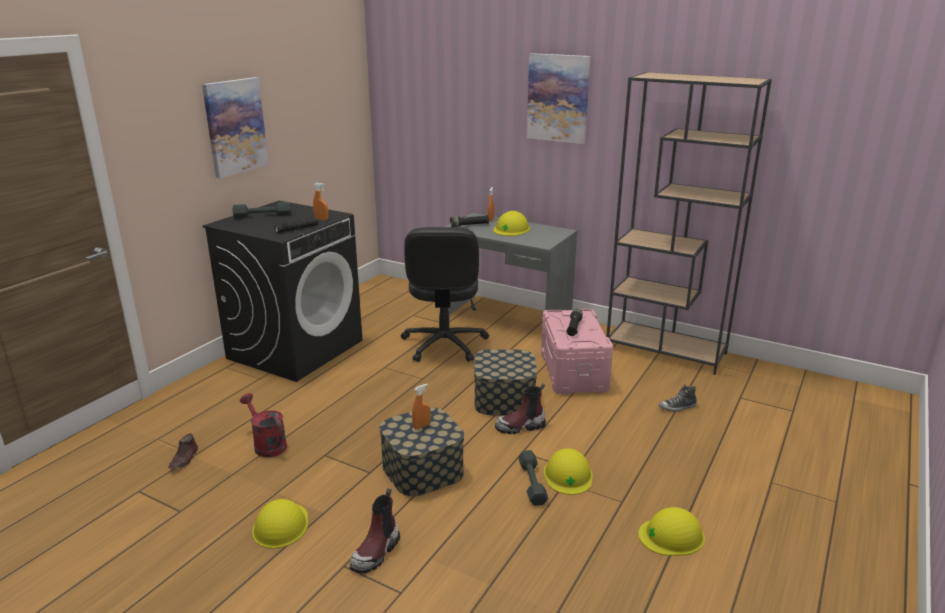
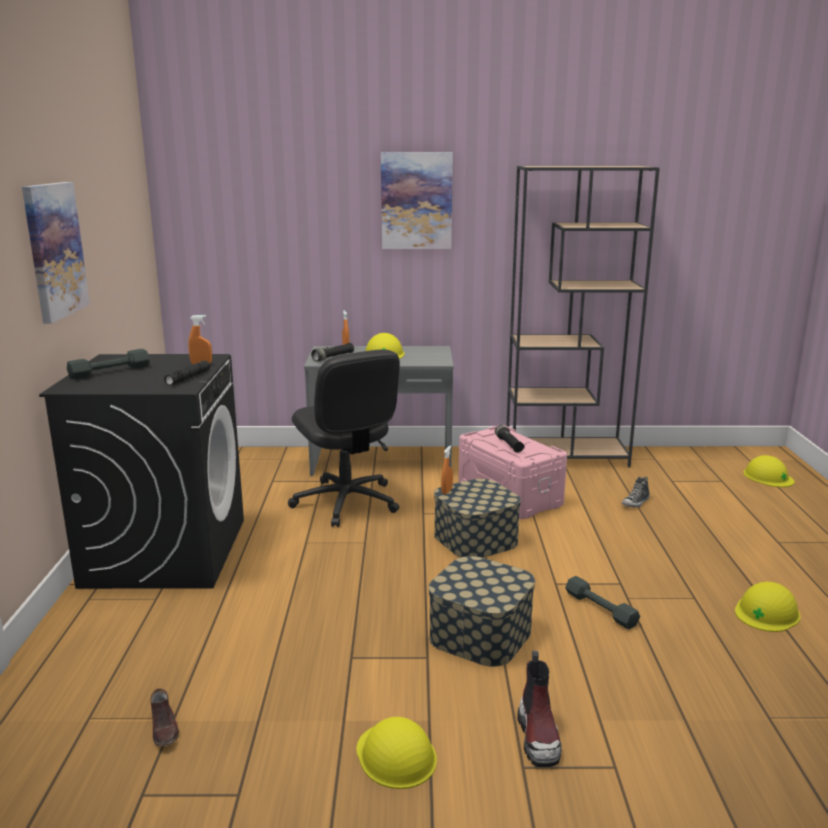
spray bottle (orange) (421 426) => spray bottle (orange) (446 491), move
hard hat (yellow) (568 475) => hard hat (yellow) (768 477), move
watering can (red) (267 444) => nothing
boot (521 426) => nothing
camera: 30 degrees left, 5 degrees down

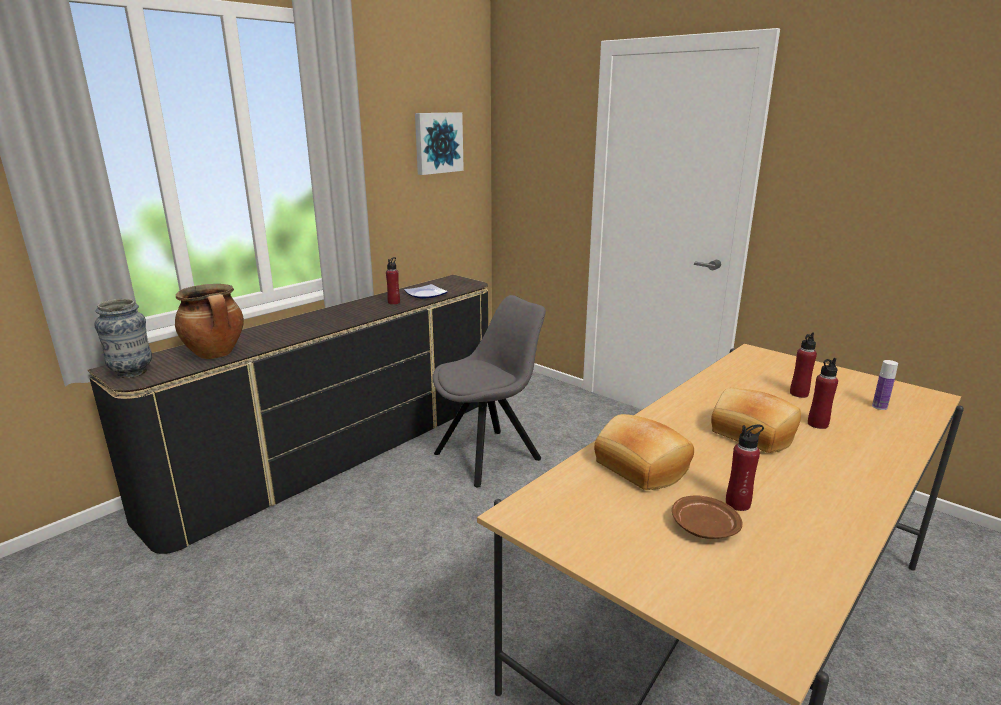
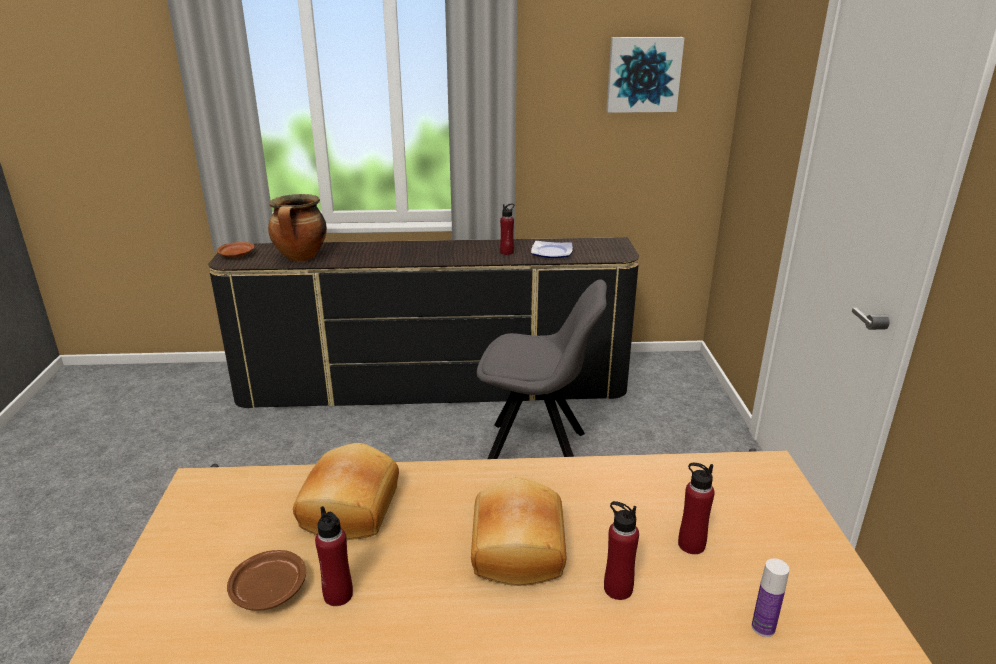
vase (132 373) => plate (brown) (237 255)
camera: 45 degrees right, 5 degrees up

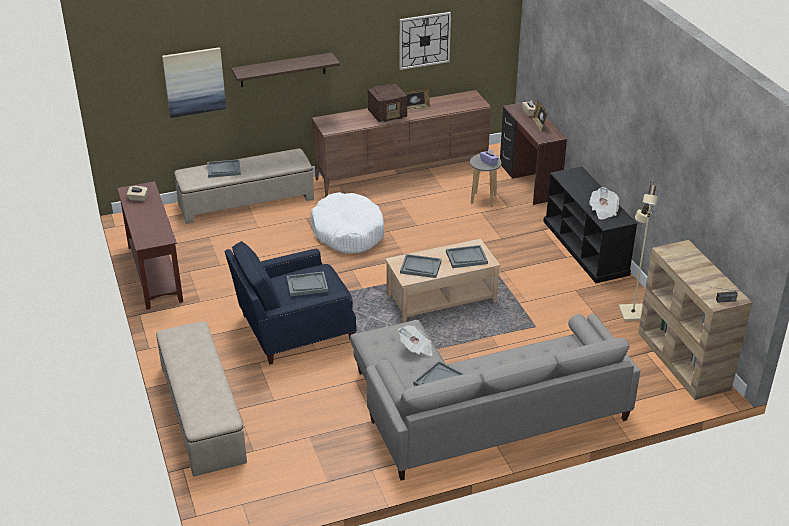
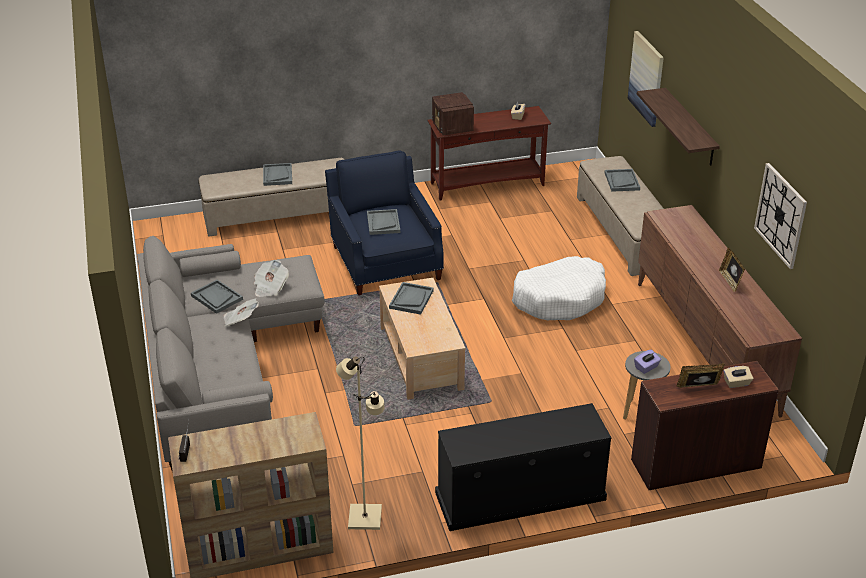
newspaper (603 211) => newspaper (240 320), move
tray (grey) (466 258) => tray (grey) (277 175), move
radio (388 115) => radio (452 128), move
camera: 95 degrees right, 0 degrees up

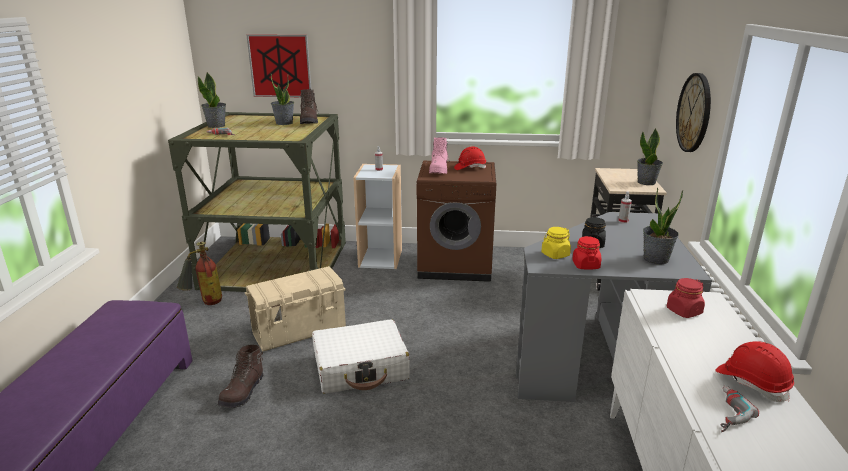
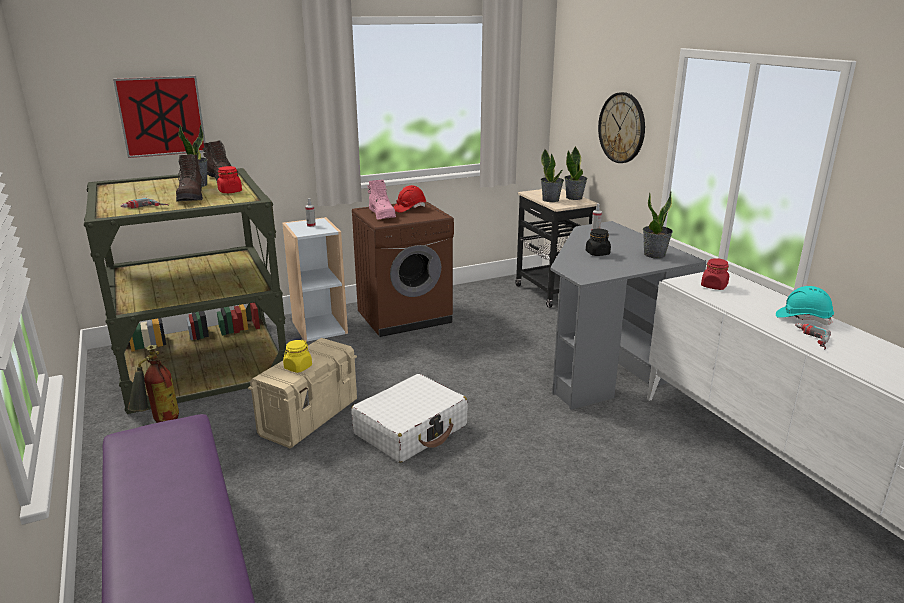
boot (brown) (243 392) => boot (brown) (191 197), move
jar (red) (585 265) => jar (red) (230 191), move
jar (yellow) (555 255) => jar (yellow) (298 367), move
potted plant (216 126) => potted plant (551 200), move
hard hat (red) (752 383) => hard hat (turquoise) (803 318)
camera: 30 degrees left, 0 degrees up

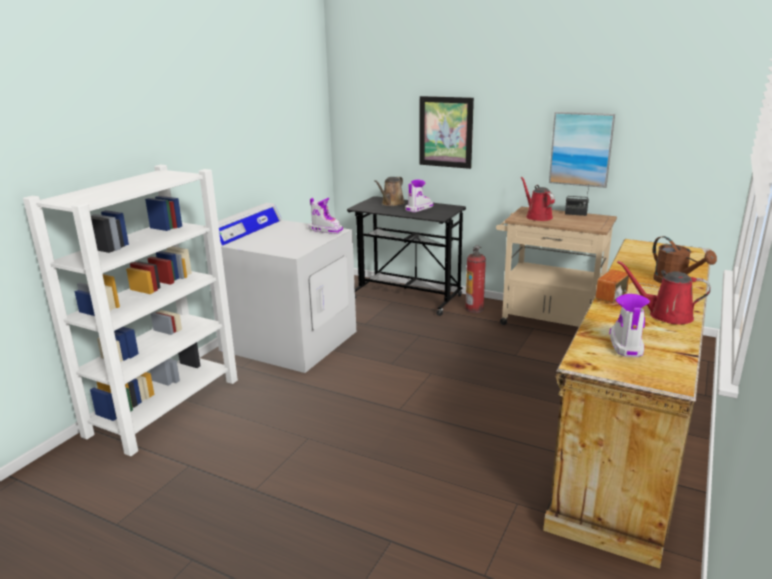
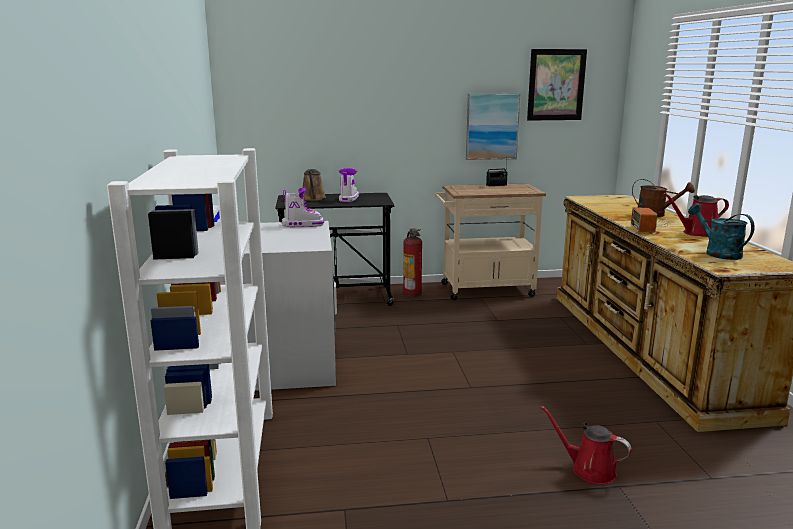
picture (445 132) => picture (556 85), move
watering can (red) (537 216) => watering can (red) (589 470), move
boot (625 344) => watering can (turquoise) (717 253)
camera: 35 degrees left, 5 degrees down

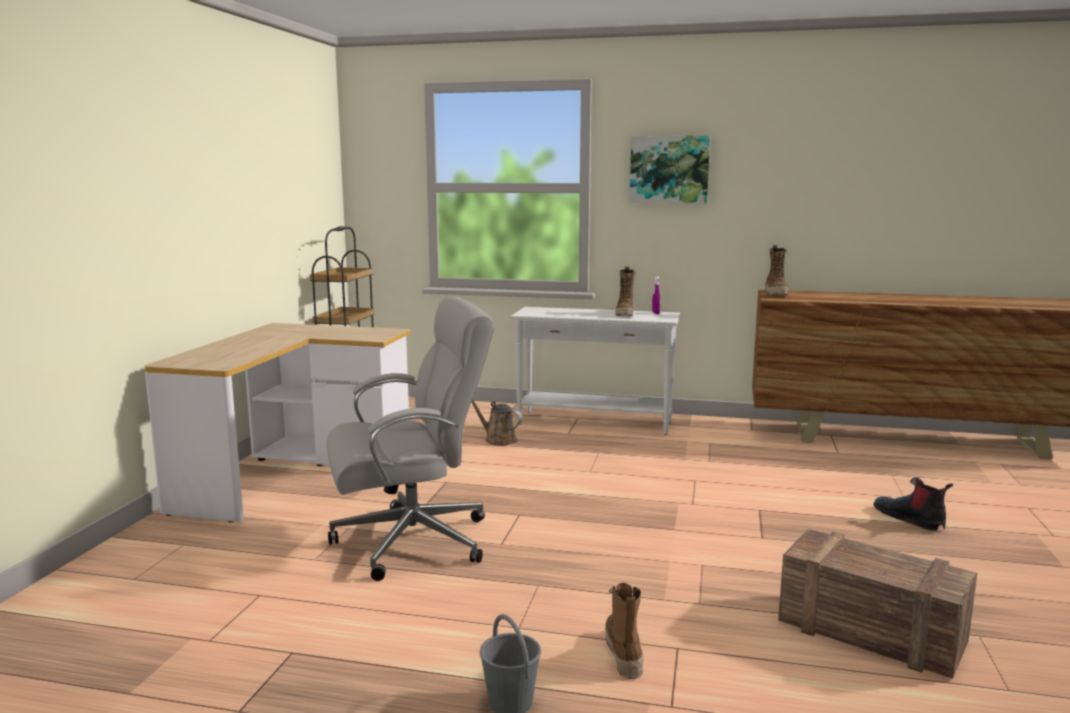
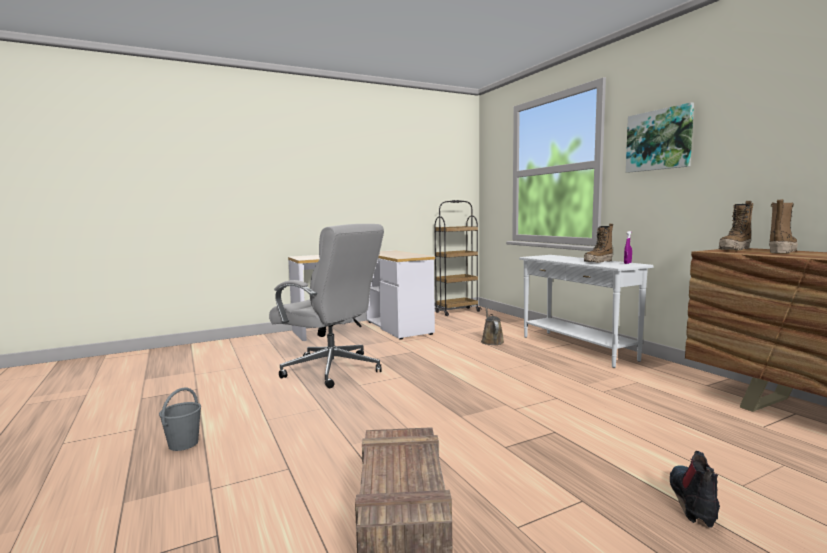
boot (623 653) => boot (781 251), move
camera: 50 degrees right, 5 degrees down

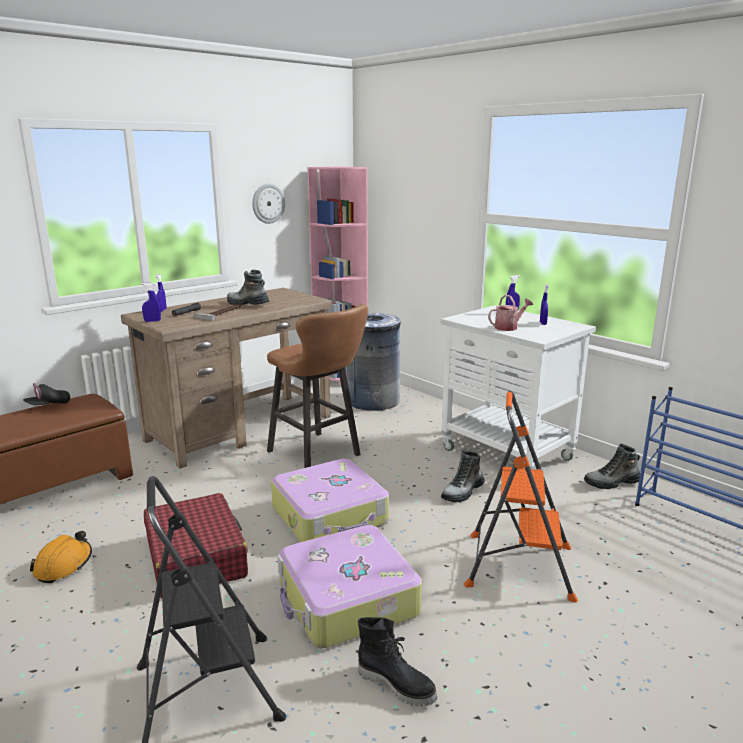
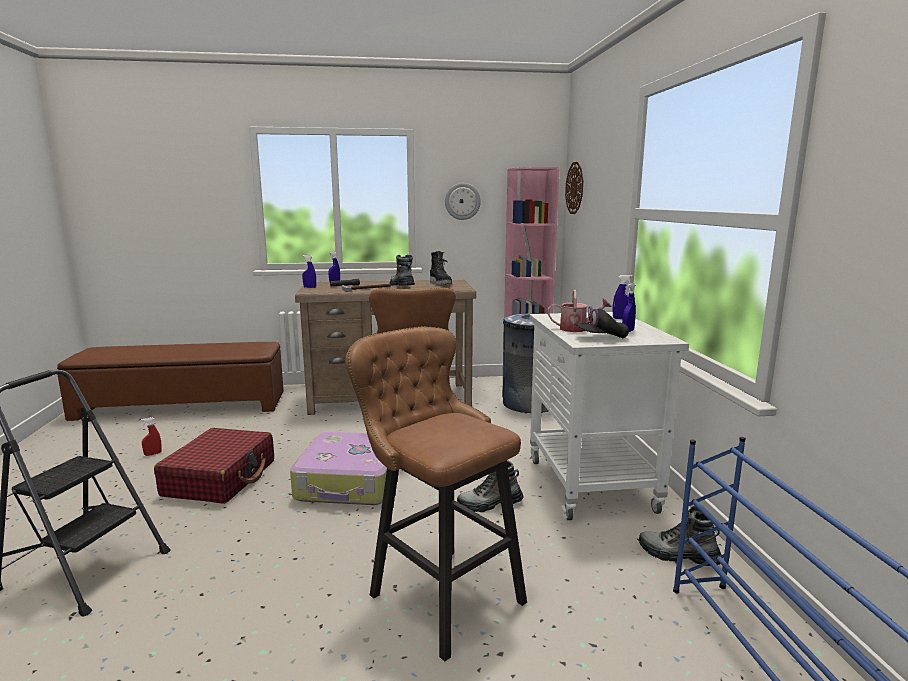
hard hat (orange) (64 565) => spray bottle (red) (153 454)
step ladder (orange) (515 564) => stool (brown) (435 589)
boot (black) (397 684) => boot (black) (441 284), move
nothing => wall clock (575 188)
cap (black) (48 405) => cap (black) (601 337), move
suitcase (347 600) => nothing
camera: 35 degrees right, 5 degrees down

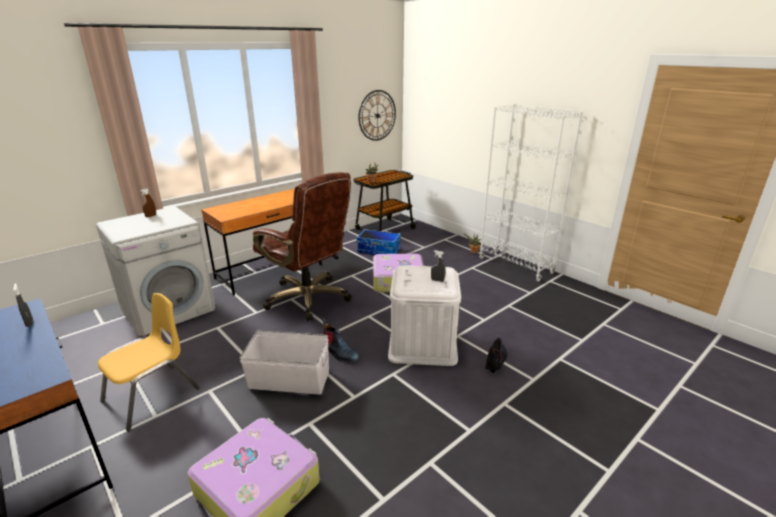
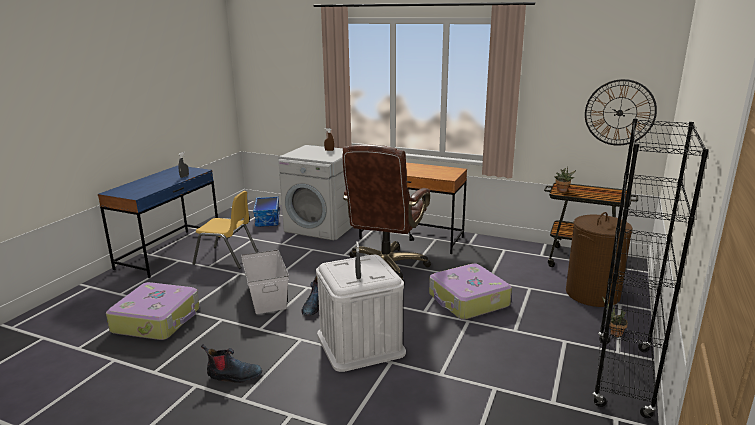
boot (495 360) => boot (233 376), move
storage box (379 250) => storage box (268 219), move
nothing => laundry basket (brown) (592 294)
bookcase (white) (515 265) => bookcase (black) (623 377)
camera: 65 degrees right, 5 degrees down

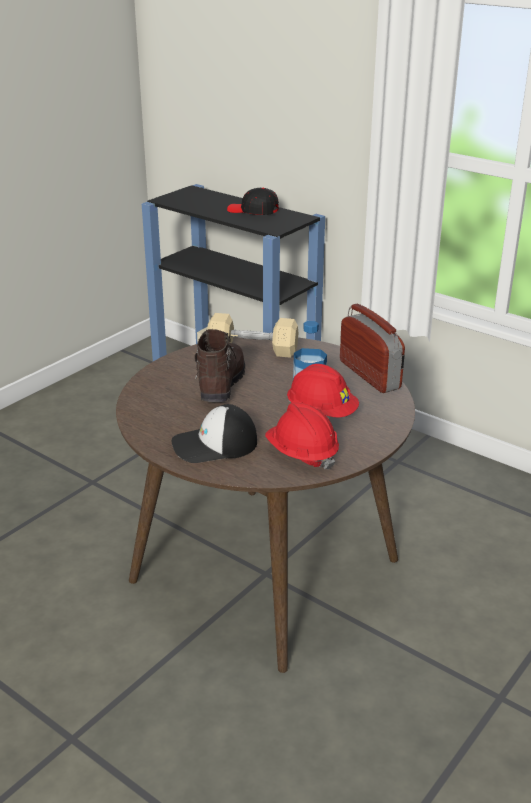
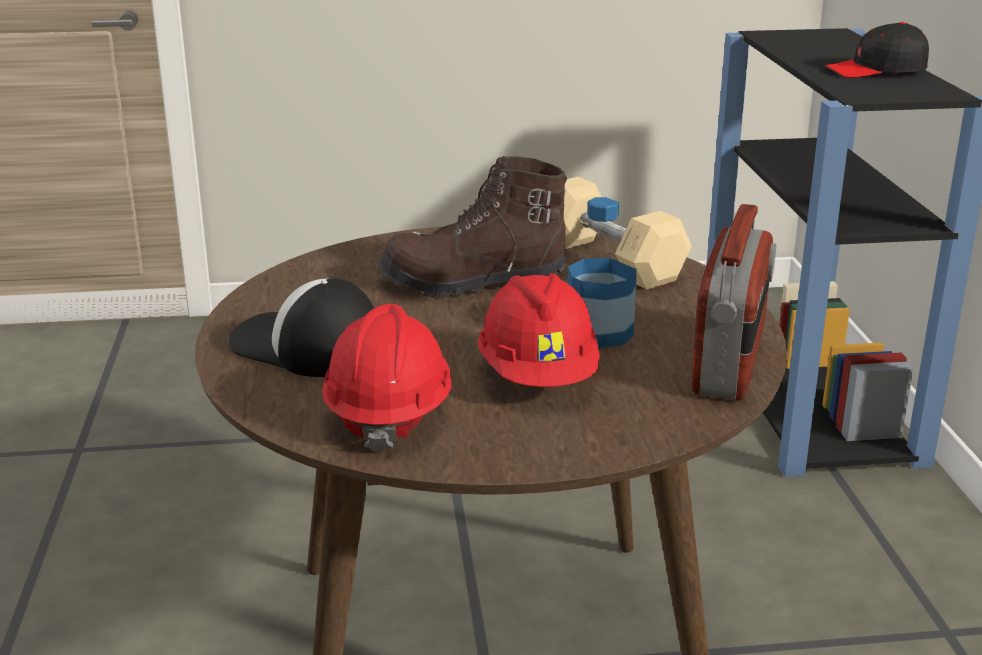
boot (brown) (220 384) => boot (brown) (473 282), 150 degrees counterclockwise
cap (black) (253 211) => cap (black) (877 70), 75 degrees counterclockwise
camera: 45 degrees right, 5 degrees down

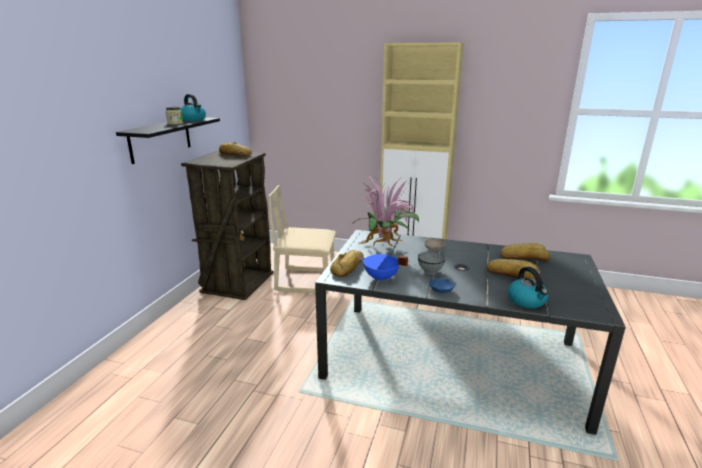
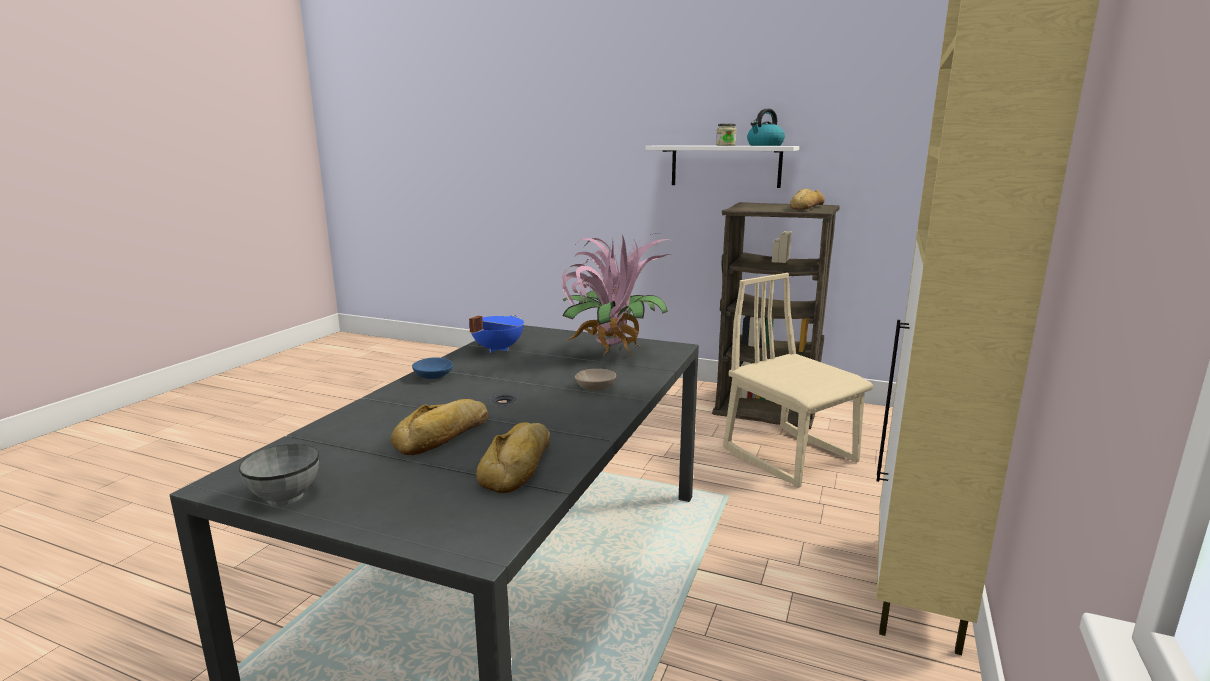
bowl (grey) (430 271) => bowl (grey) (285 497), move
shelf (black) (160 139) => shelf (white) (725 166)
chair (beige) (306 280) => chair (beige) (790 455), 45 degrees counterclockwise
bread (349 267) => nothing
kettle (527 301) => nothing
camera: 95 degrees right, 5 degrees down

